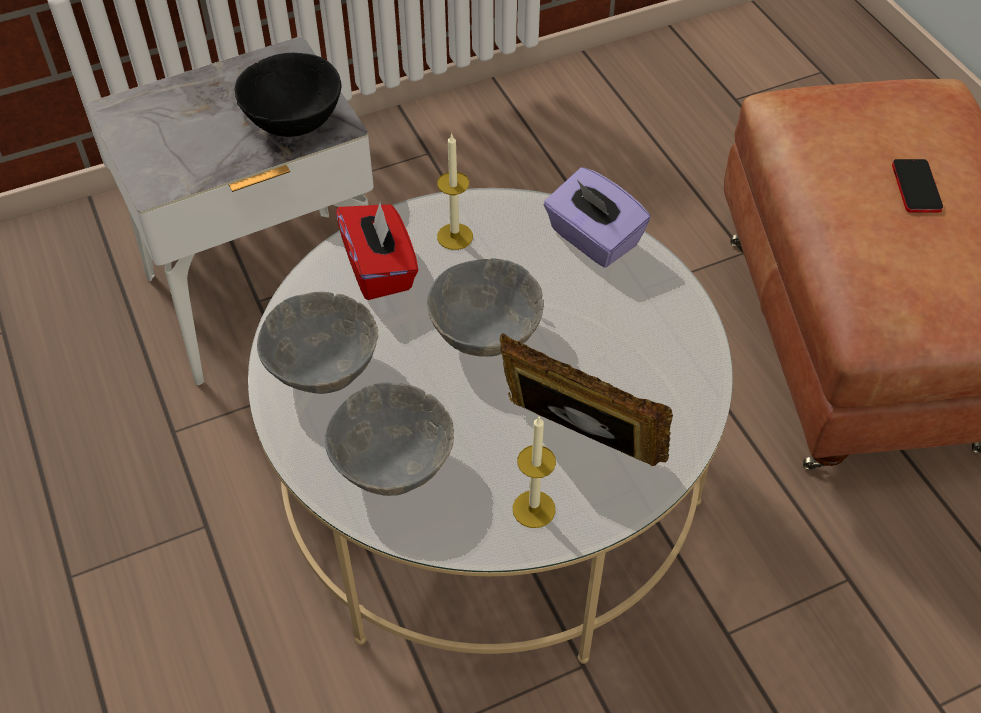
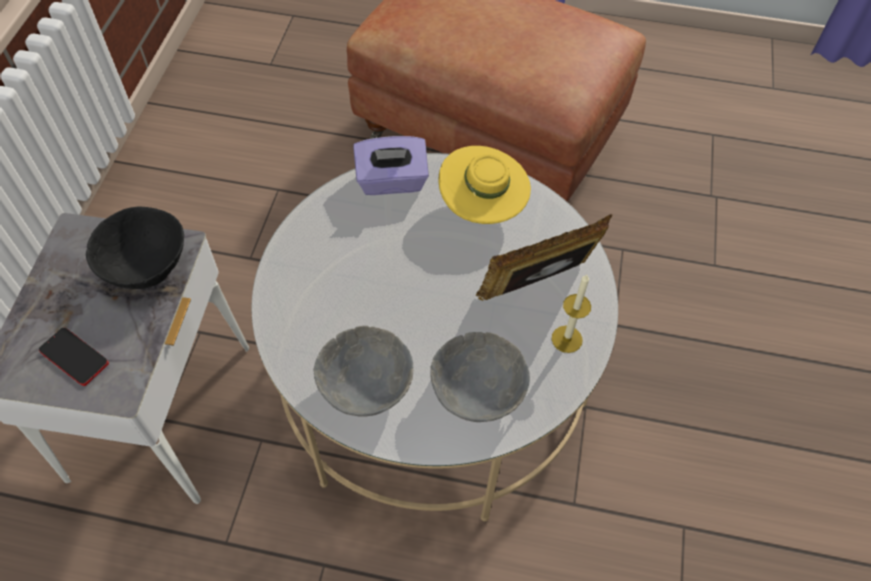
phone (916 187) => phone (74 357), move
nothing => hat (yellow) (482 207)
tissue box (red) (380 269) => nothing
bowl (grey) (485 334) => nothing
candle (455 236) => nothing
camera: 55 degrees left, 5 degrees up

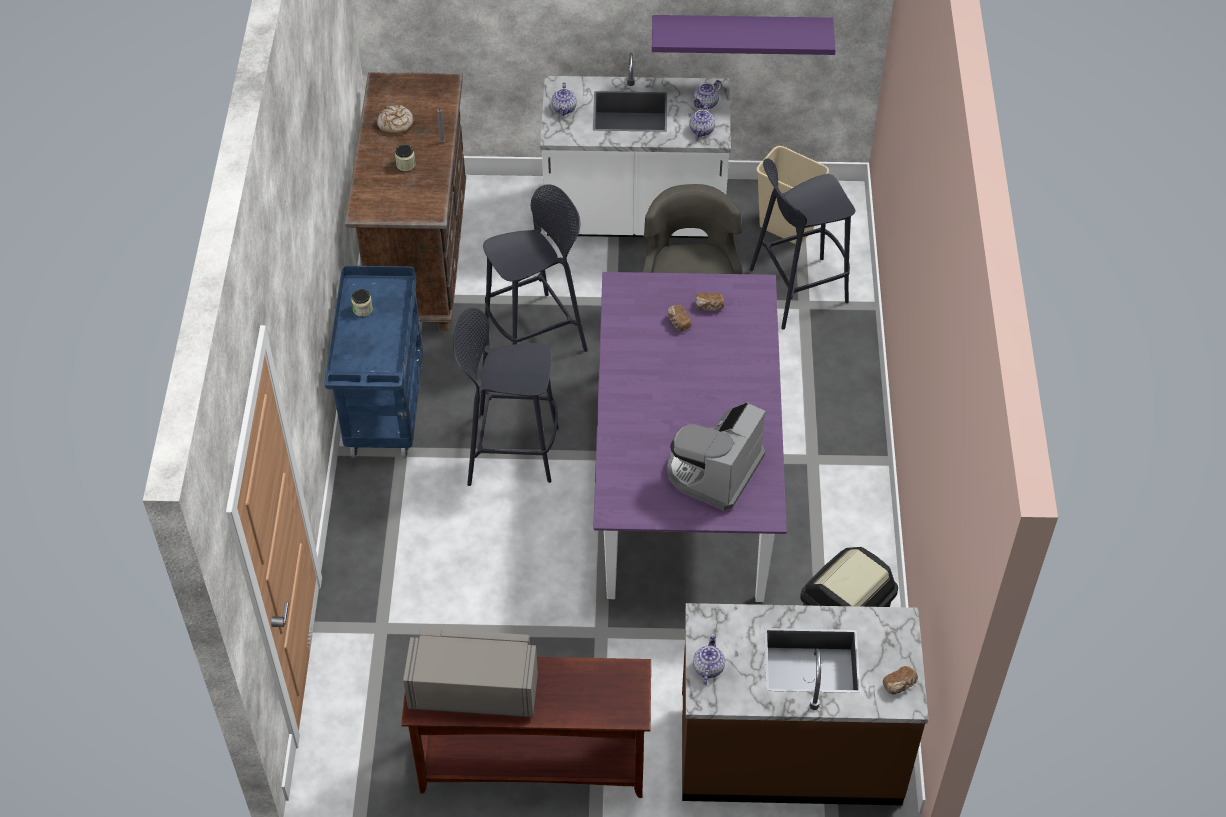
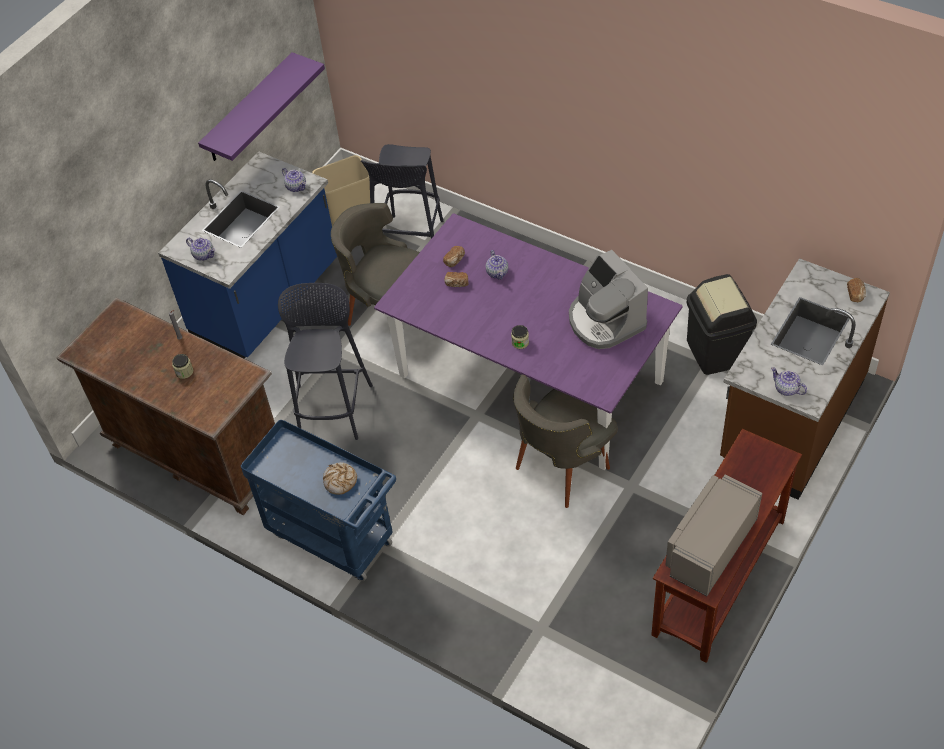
counter (white) (634 217) => counter (blue) (268 302)
bread (395 124) => bread (340 481), move
teapot (706 103) => teapot (497 273), move
jar (363 309) => jar (520 342), move
nothing => chair (grey) (563 468)
stool (grey) (510 451) => nothing
camera: 55 degrees left, 0 degrees up

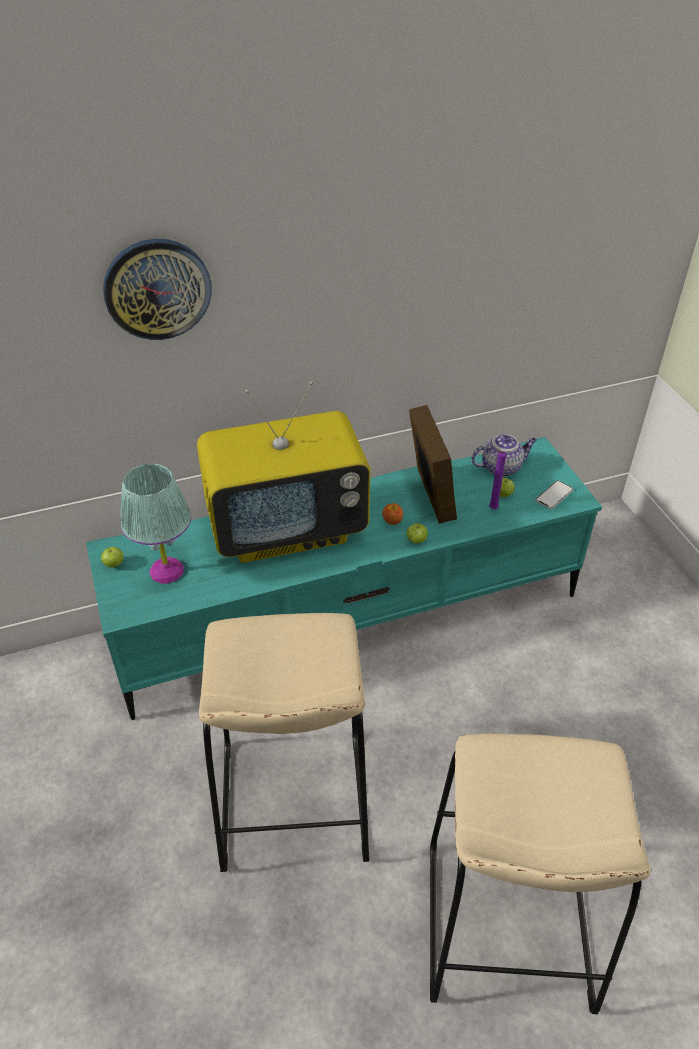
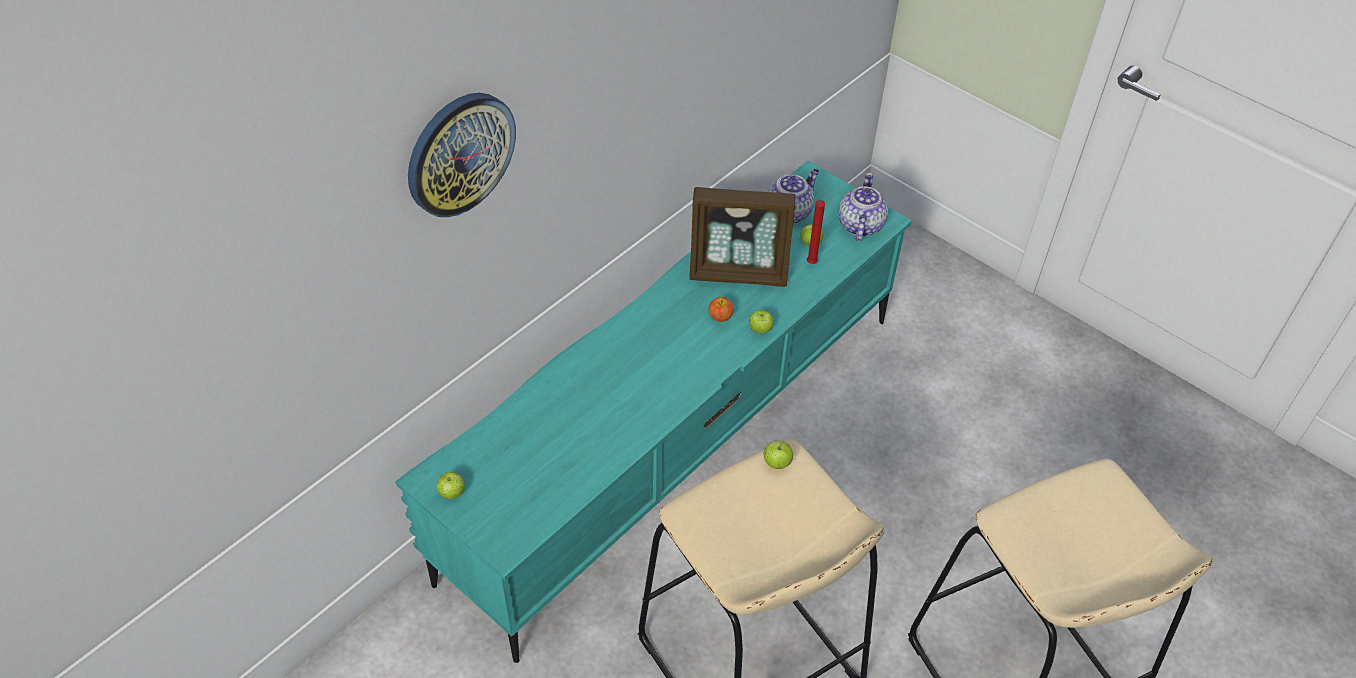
picture frame (430 496) => picture frame (739 273), 135 degrees clockwise
nothing => apple (777 463)
candle (purple) (492 509) => candle (red) (811 264)
phone (554 495) => teapot (860 225)
table lamp (turquoise) (166 570) => nothing
television (288 529) => nothing
camera: 30 degrees left, 5 degrees up

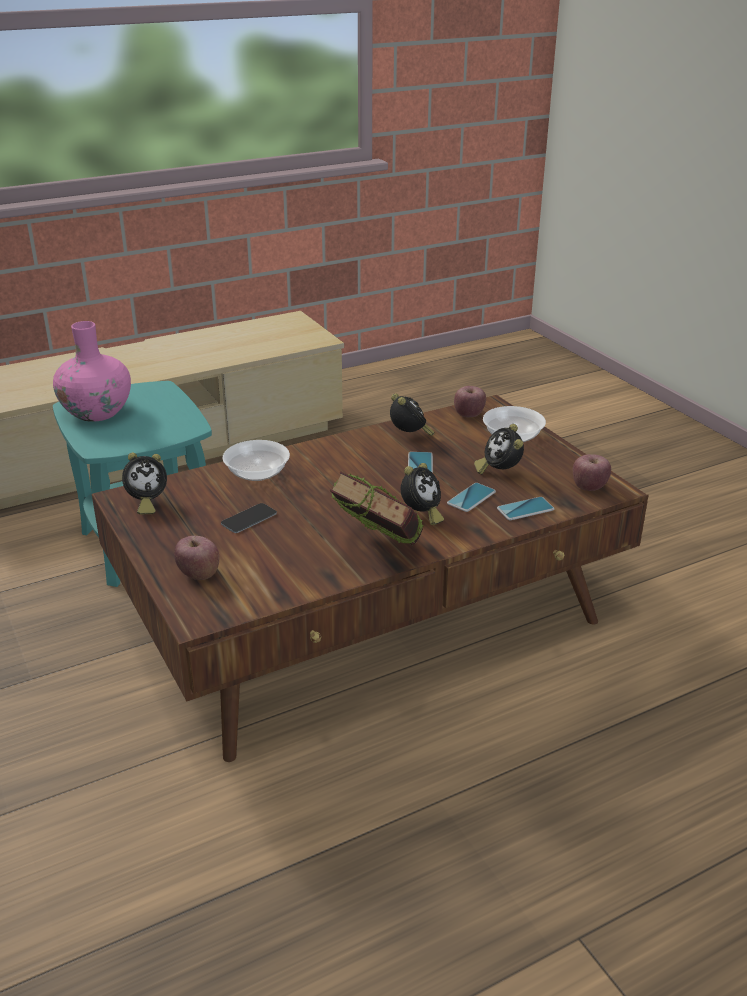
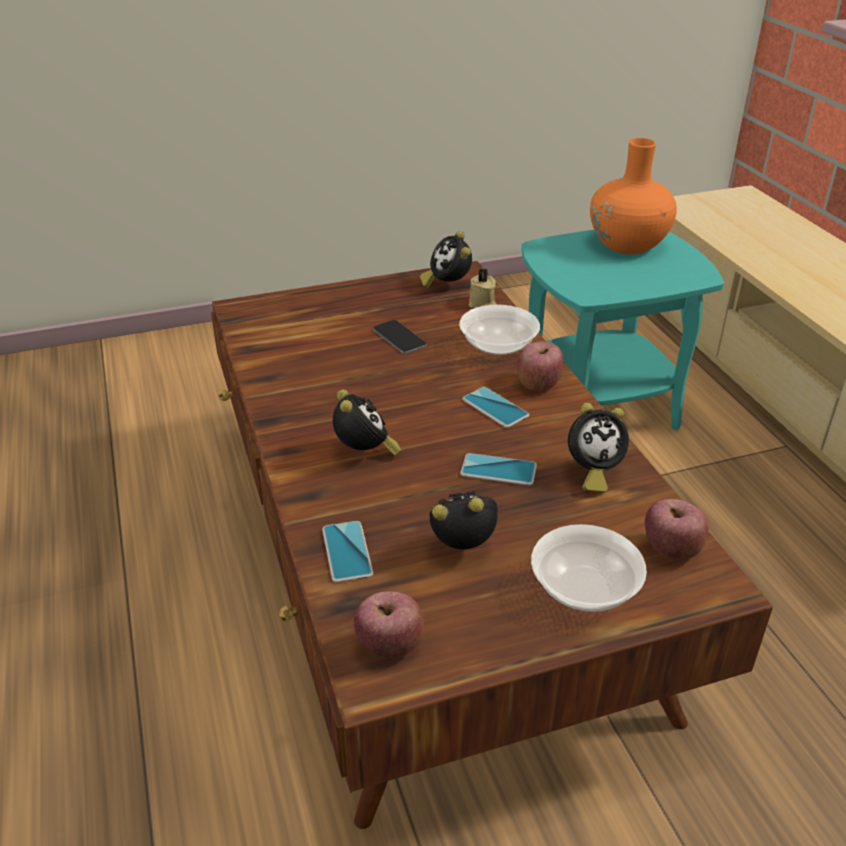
alarm clock (421 515) => alarm clock (365 453), 150 degrees counterclockwise
phone (471 498) => phone (495 408), move
nothing => candle (beige) (482 304)
apple (198 574) => apple (538 384), move
vase (pink) (97 412) => vase (orange) (627 244)
book (378 554) => nothing
camera: 100 degrees right, 5 degrees up

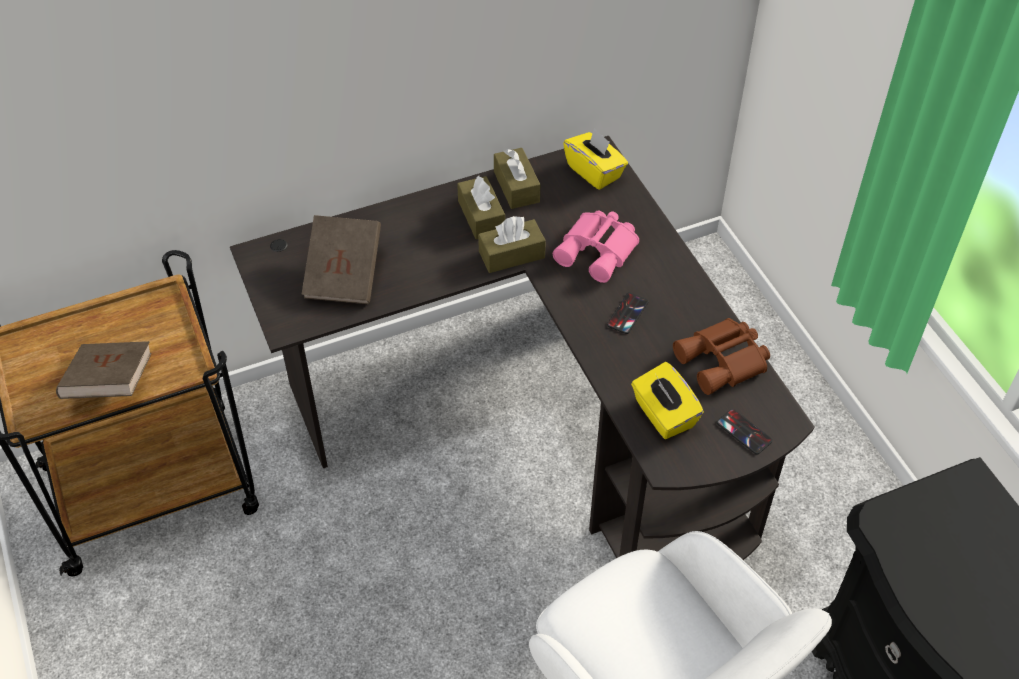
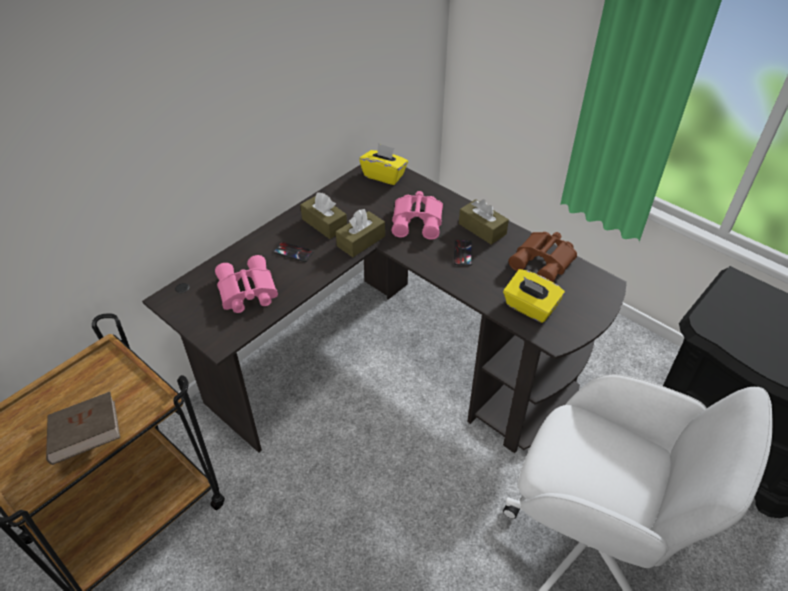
book (brown) (344 275) => binoculars (pink) (246 292)
phone (744 432) => phone (293 252), move
tissue box (brown) (516 187) => tissue box (brown) (482 229), move
camera: 25 degrees left, 5 degrees down

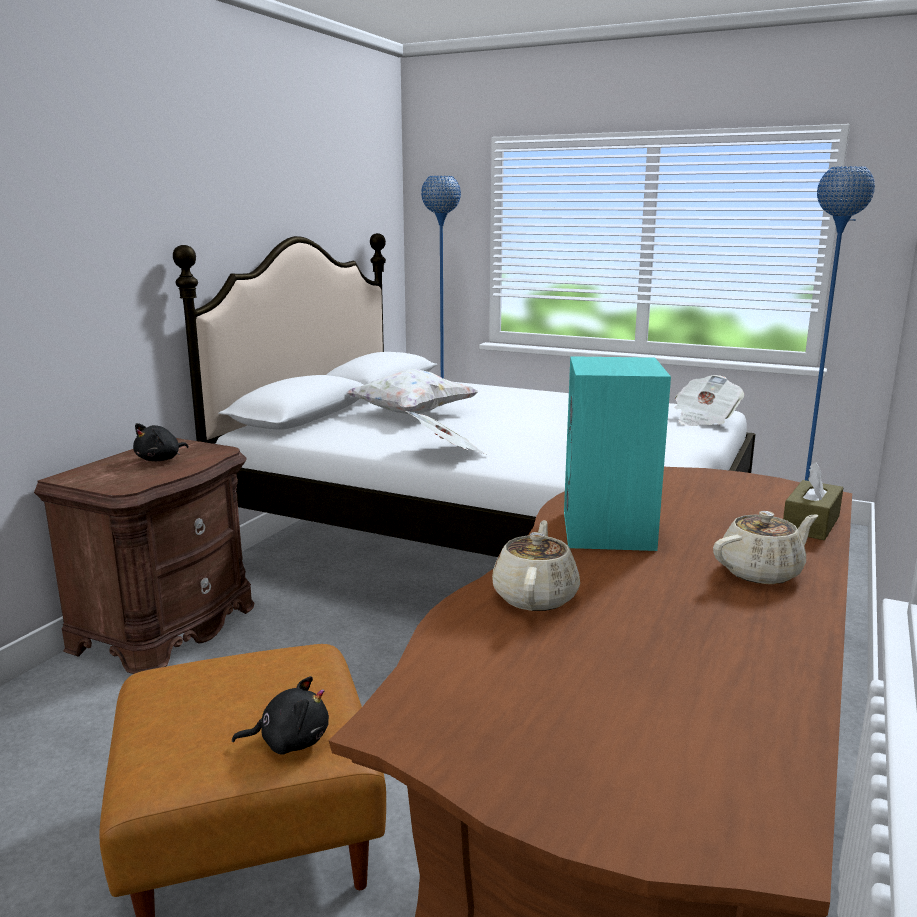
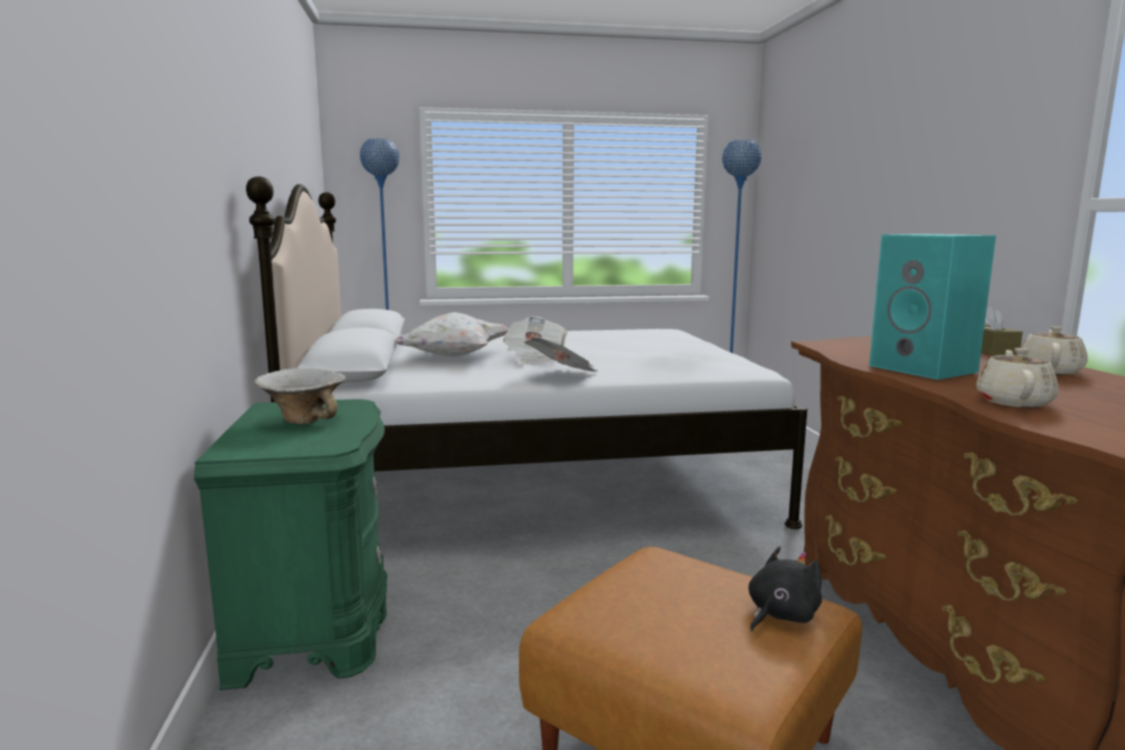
nightstand (brown) (172 627) => nightstand (green) (319 622)
plush toy (black) (161 459) => bowl (304 420)
newspaper (704 419) => newspaper (534 358), move
teapot (beige) (535 596) => teapot (beige) (1013 402), 45 degrees clockwise
camera: 35 degrees left, 5 degrees down

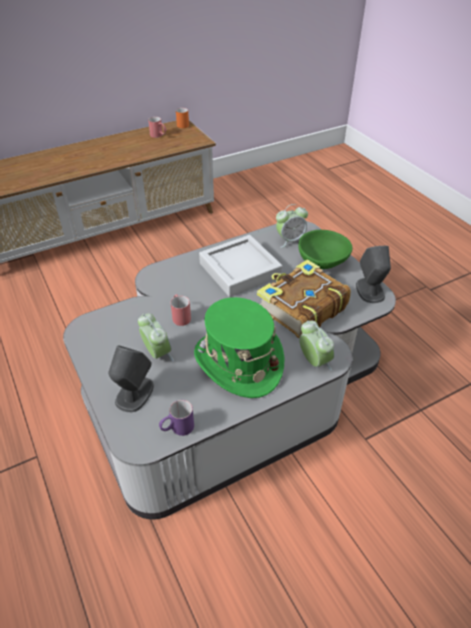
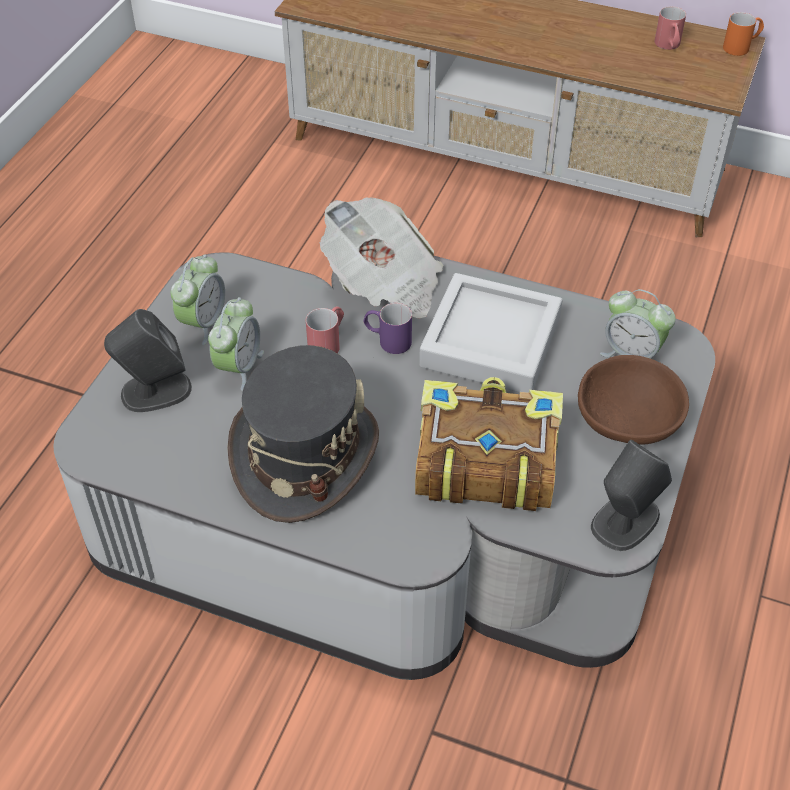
alarm clock (314 362) => alarm clock (203 323), move
hat (green) (238 362) => hat (grey) (304 455)
nothing => newspaper (384 282)
mug (purple) (177 428) => mug (purple) (387 340), move
bowl (green) (322 262) => bowl (brown) (626 422)
camera: 50 degrees right, 5 degrees up

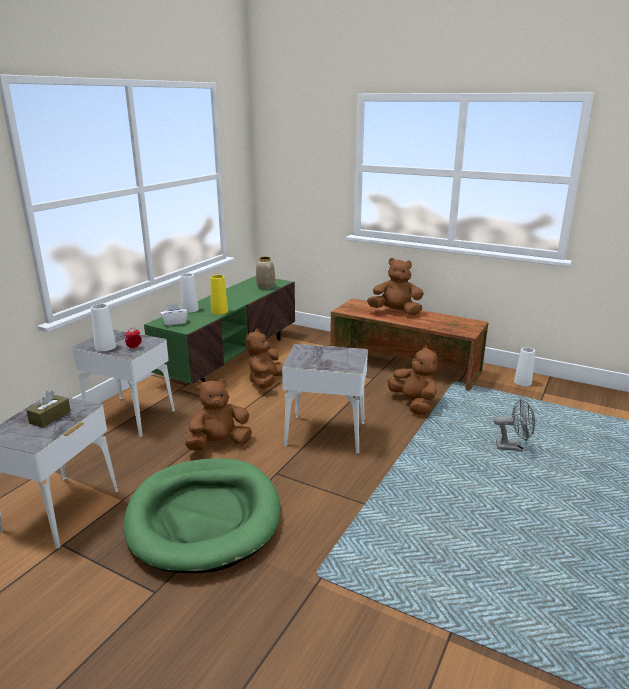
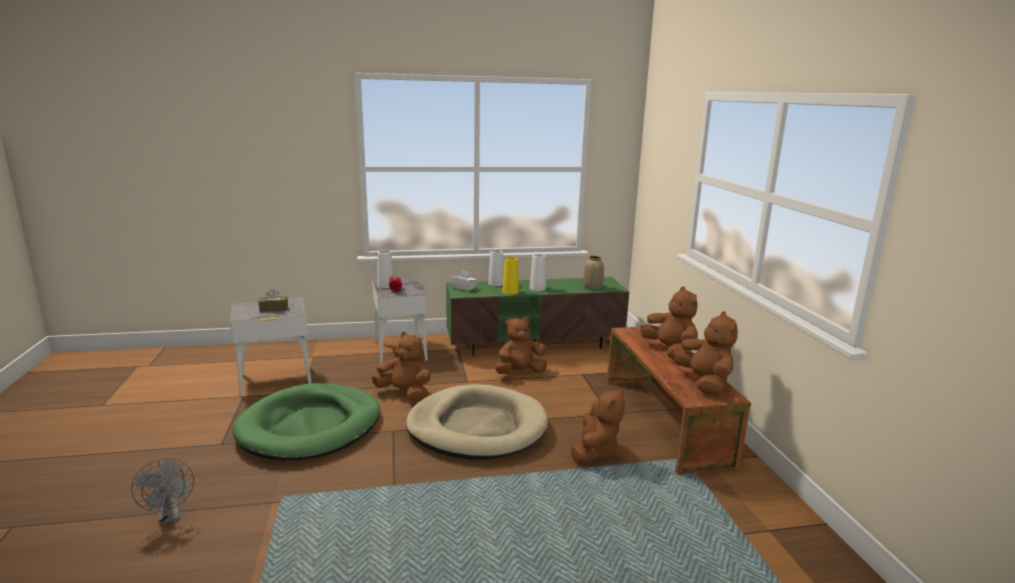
fan (grey) (513 447) => fan (grey) (170 516), move
side table (324 433) => dog bed (beige) (477 427)
vase (white) (522 382) => vase (white) (537 288), move
nothing => plush toy (brown) (704 383)
camera: 50 degrees right, 5 degrees down

